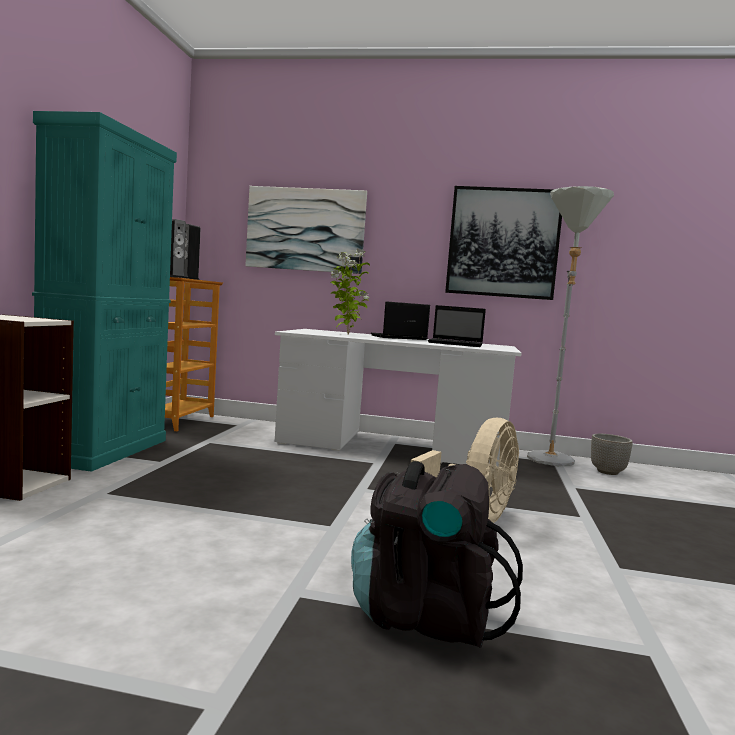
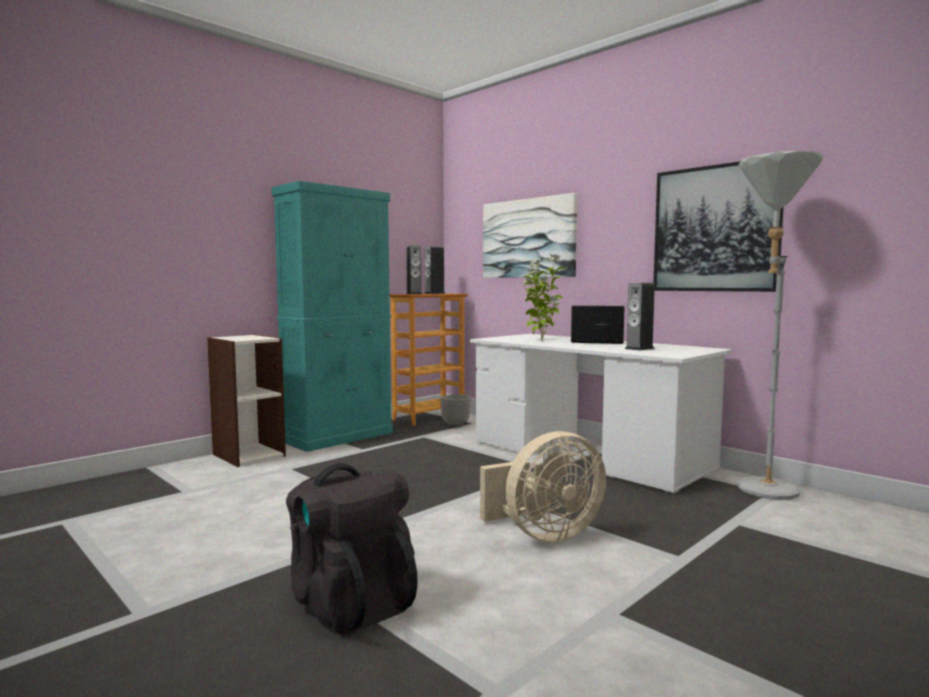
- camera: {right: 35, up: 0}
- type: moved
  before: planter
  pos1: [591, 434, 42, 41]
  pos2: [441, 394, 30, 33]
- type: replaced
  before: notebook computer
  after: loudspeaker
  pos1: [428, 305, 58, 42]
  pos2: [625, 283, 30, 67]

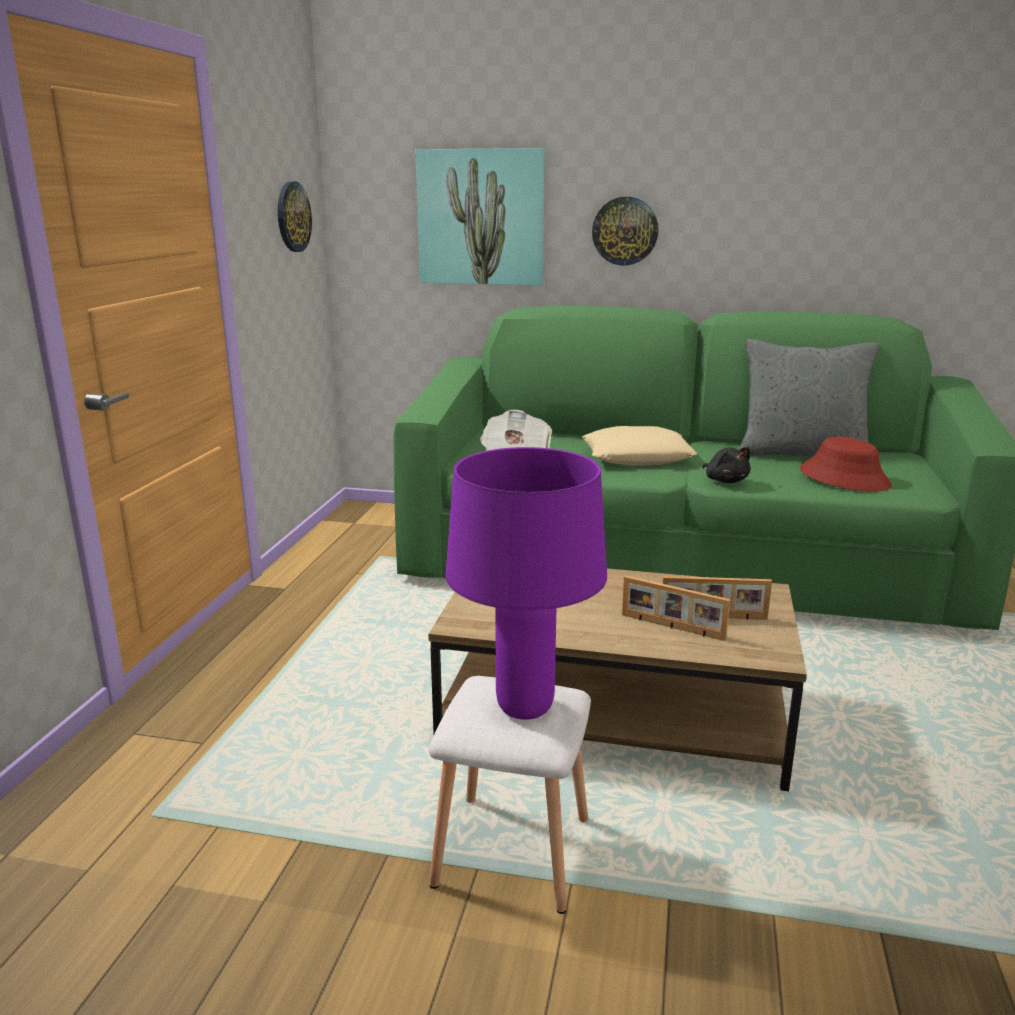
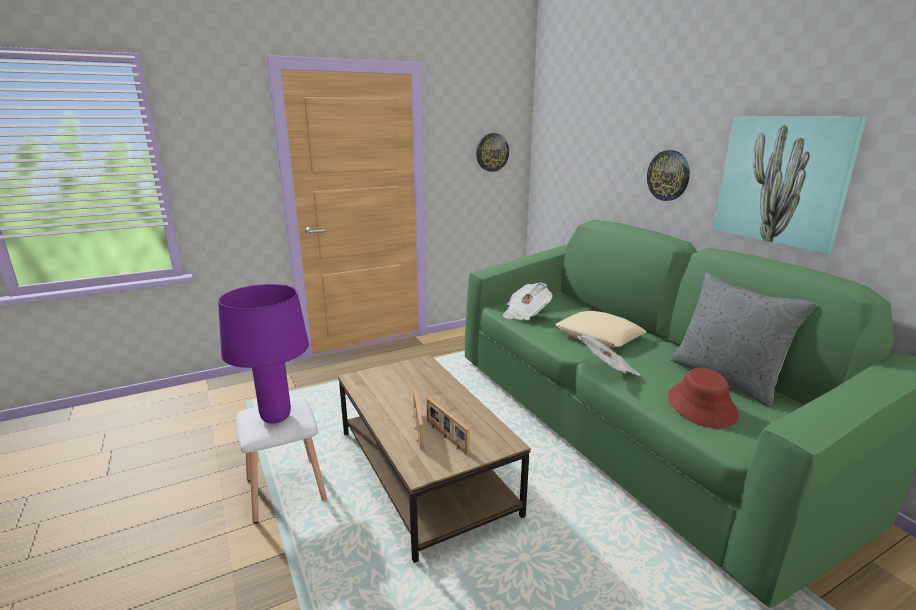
- camera: {right: 50, up: 0}
- type: moved
  before: wall art
  pos1: [415, 148, 130, 137]
  pos2: [714, 116, 153, 138]
- type: replaced
  before: blackish plush toy
  after: daily paper
  pos1: [702, 447, 49, 36]
  pos2: [577, 335, 63, 40]

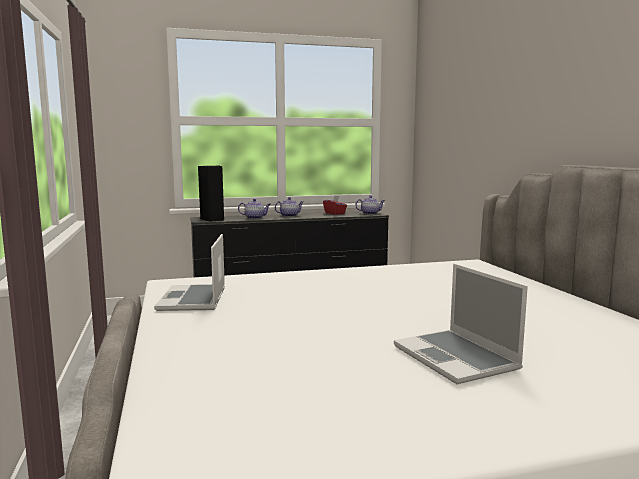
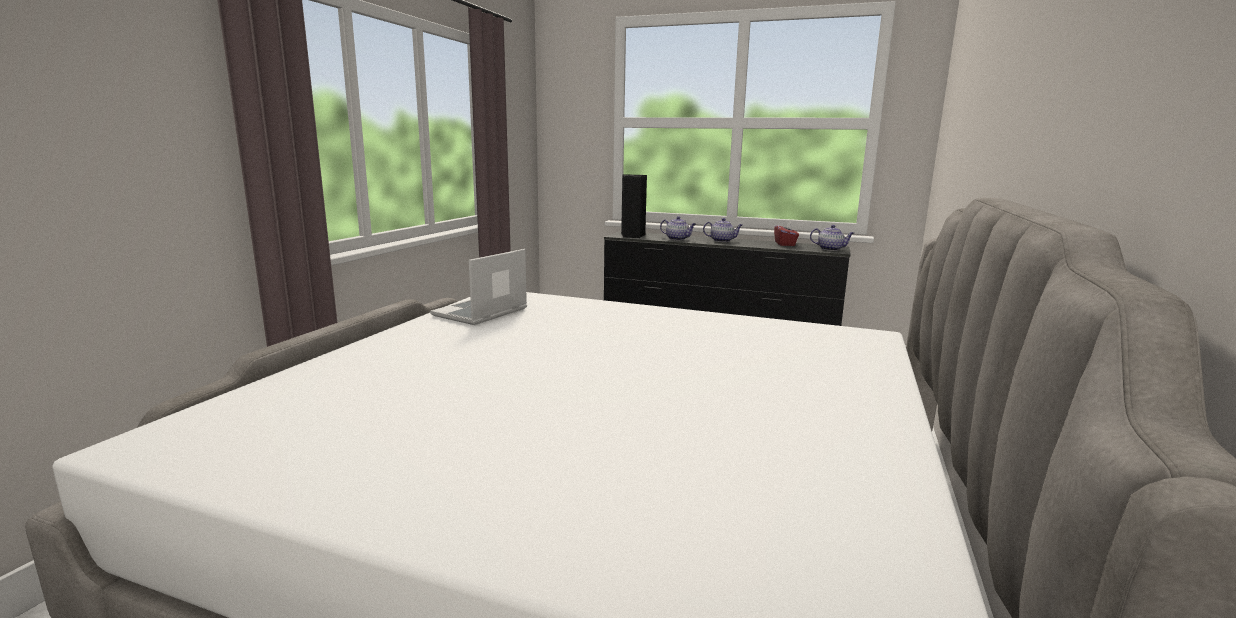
- camera: {right: 35, up: 5}
- type: removed
  before: notebook computer
  pos1: [394, 264, 134, 120]

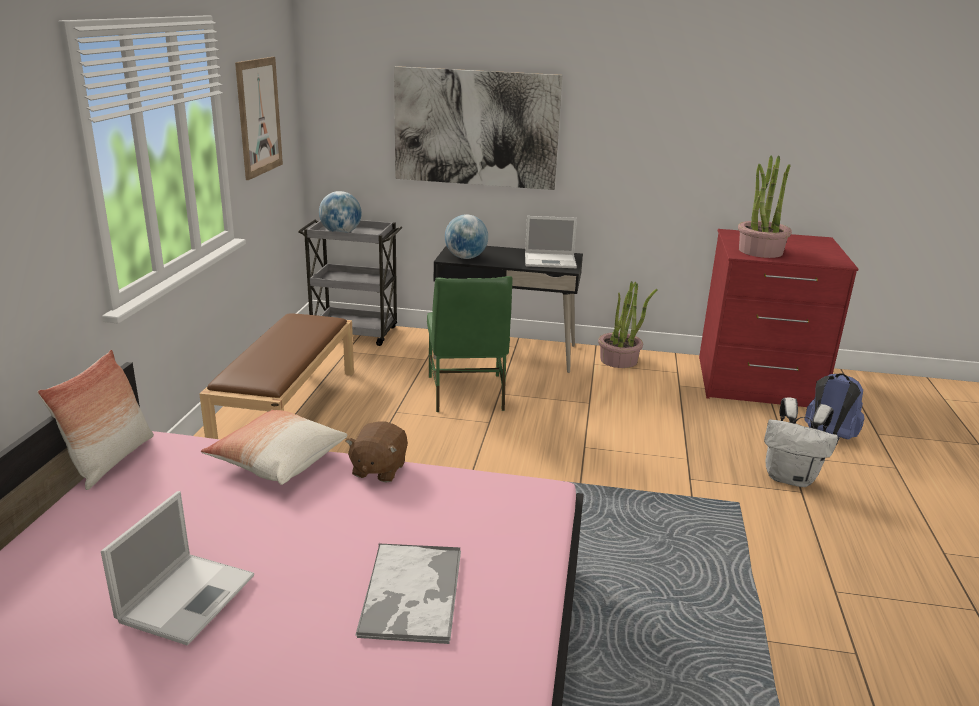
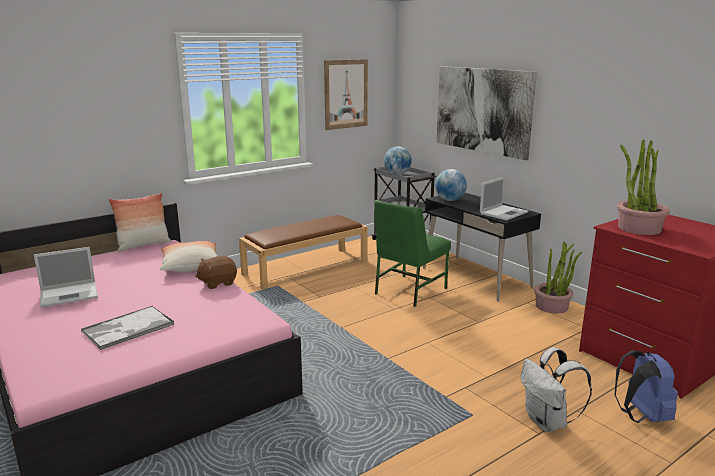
- camera: {right: 45, up: -5}
- type: turned
  before: notebook computer
  pos1: [525, 216, 52, 52]
  pos2: [480, 177, 48, 43]
  turn: -90

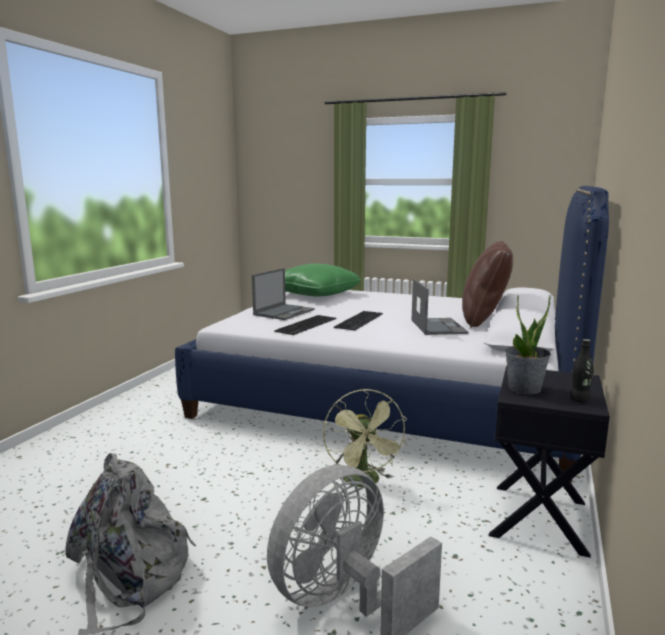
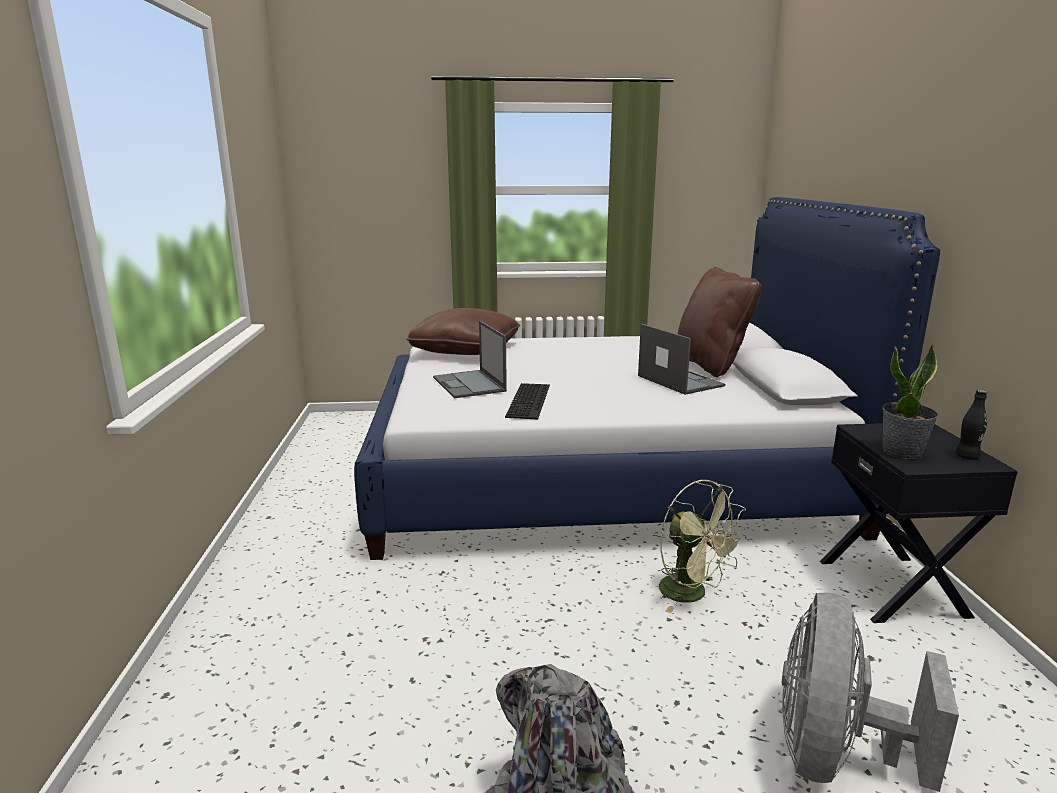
- camera: {right: -25, up: 5}
- type: removed
  before: PC keyboard
  pos1: [334, 311, 49, 19]
- type: recoloured
  before: green-coloured throw pillow
  after: brown throw pillow
  pos1: [285, 264, 76, 33]
  pos2: [406, 308, 114, 47]
- type: turned
  before: notebook computer
  pos1: [252, 268, 63, 52]
  pos2: [433, 321, 74, 77]
  turn: 150

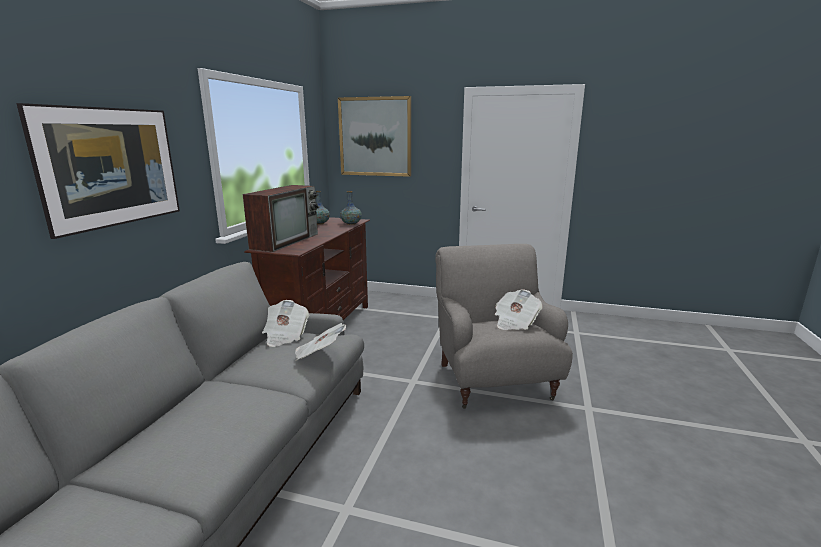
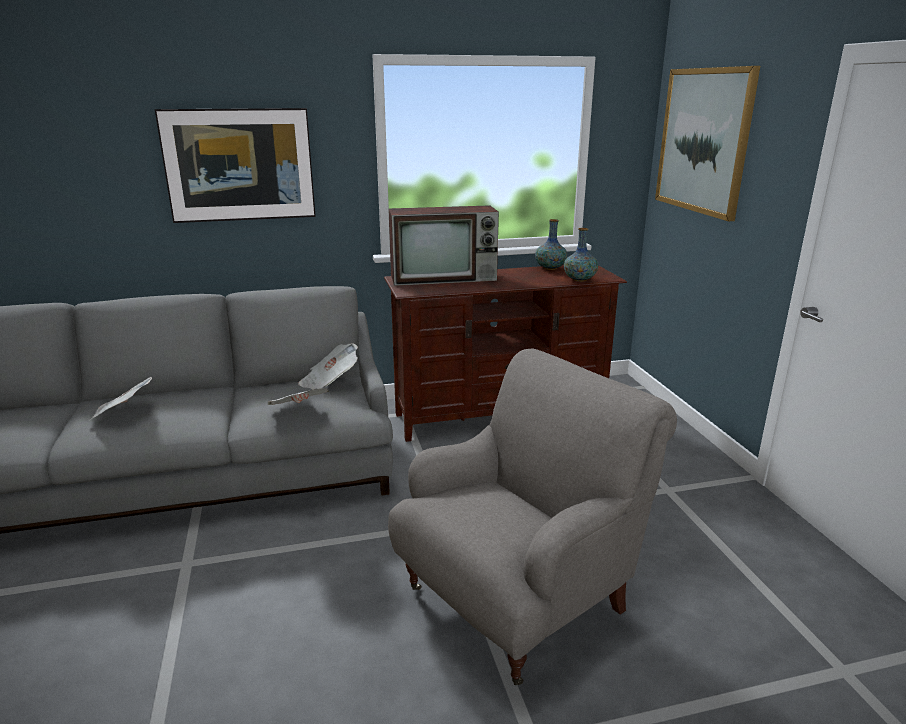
- camera: {right: 60, up: 5}
- type: moved
  before: daily paper
  pos1: [495, 289, 48, 41]
  pos2: [90, 377, 62, 43]

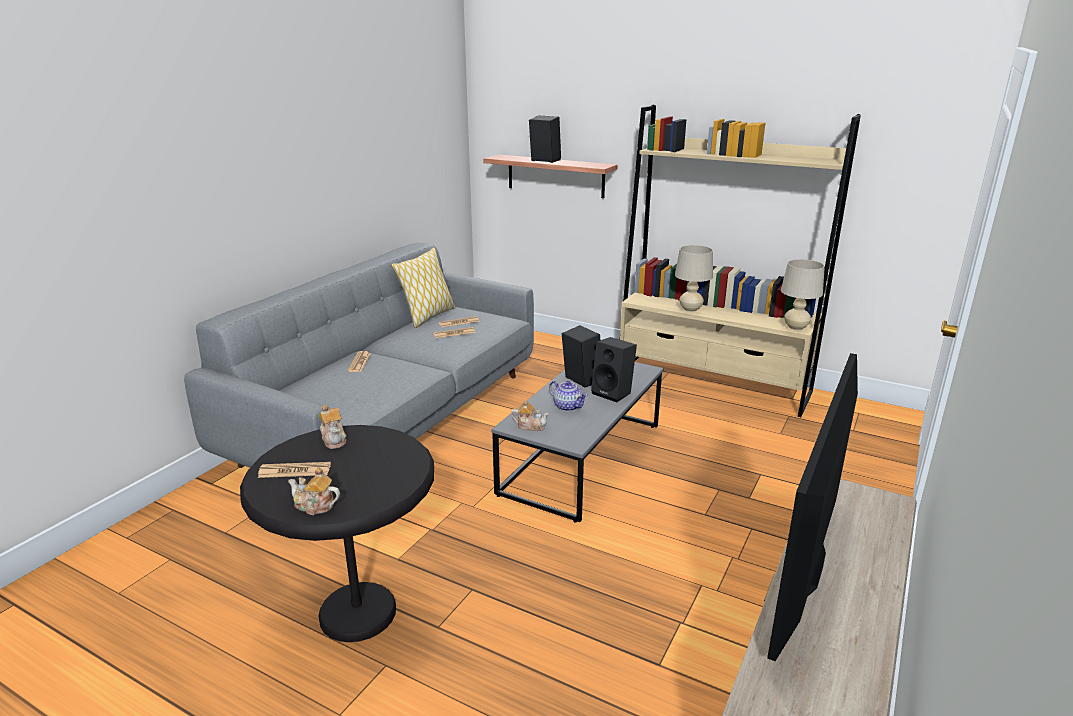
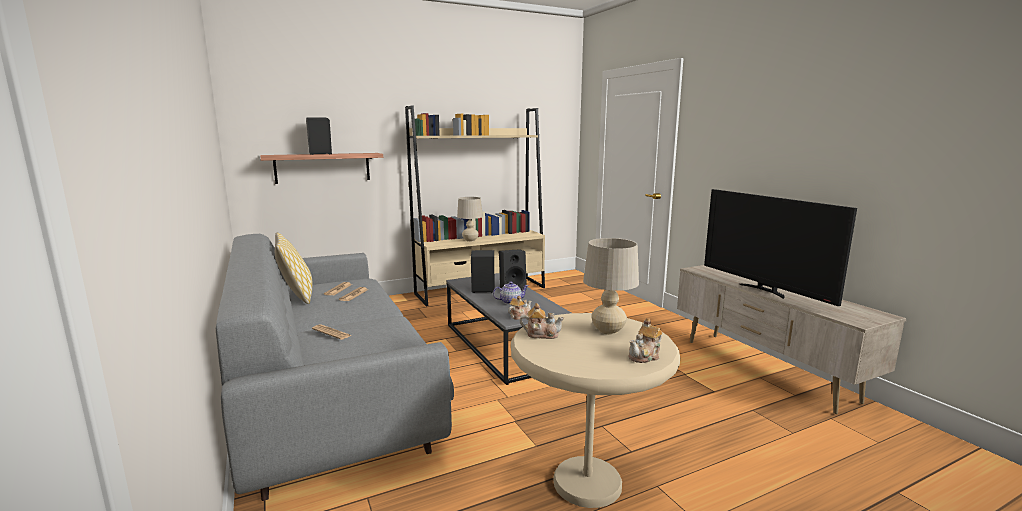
- camera: {right: -55, up: -10}
- type: removed
  before: daily paper
  pos1: [258, 462, 73, 16]
- type: moved
  before: sand-coloured tabletop lamp
  pos1: [781, 259, 44, 71]
  pos2: [583, 238, 56, 97]
- type: recoloured
  before: blackish end table
  after: sand-coloured end table
  pos1: [240, 425, 194, 217]
  pos2: [511, 313, 169, 195]

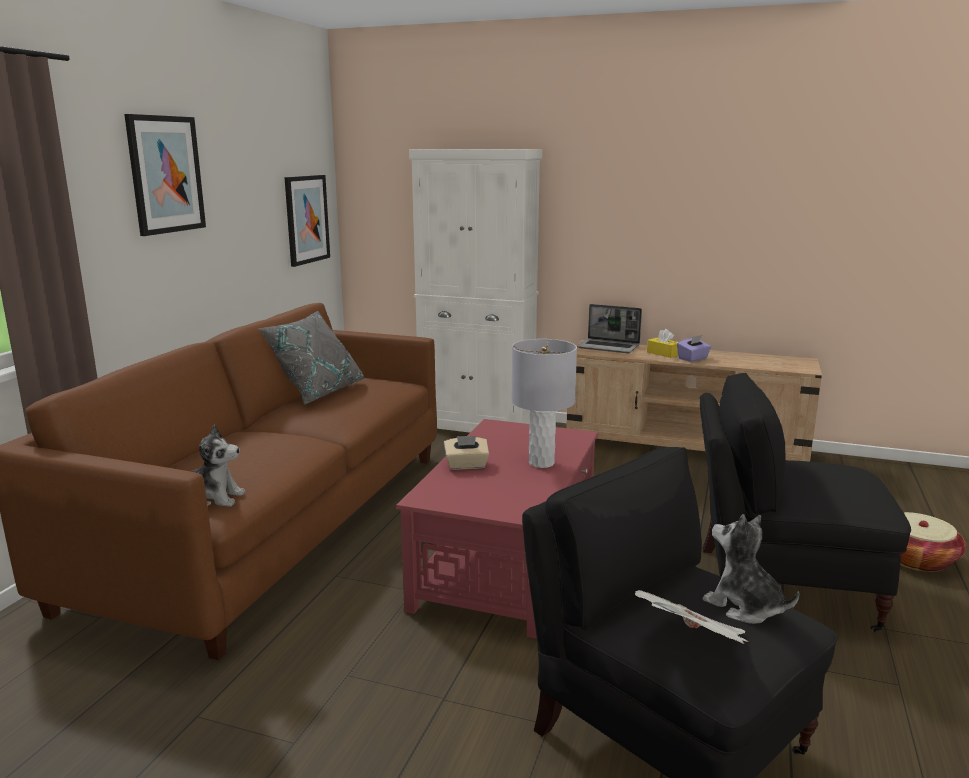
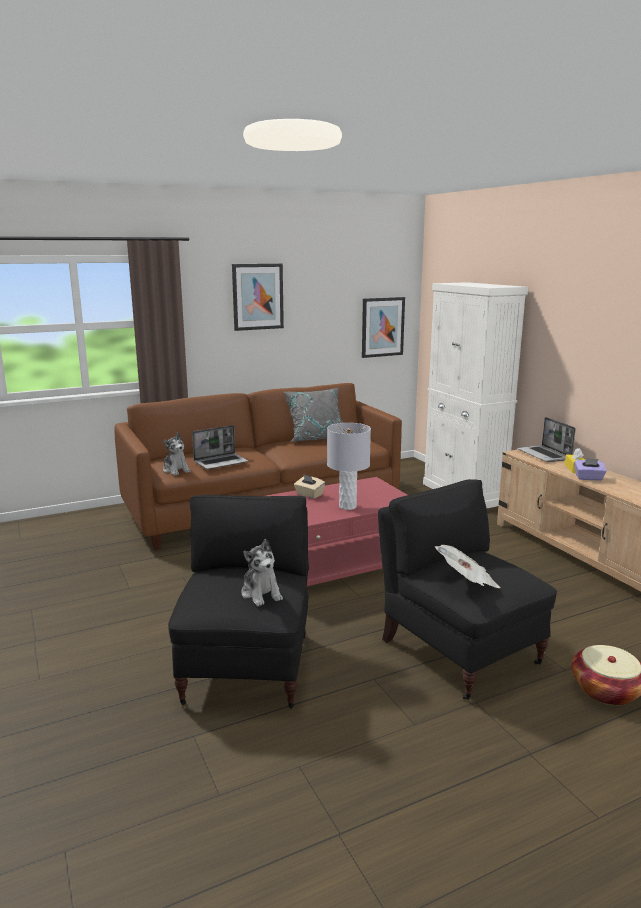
- camera: {right: 45, up: 0}
- type: added
  after: notebook computer
  pos2: [192, 425, 56, 45]
- type: moved
  before: daily paper
  pos1: [635, 590, 112, 54]
  pos2: [435, 545, 66, 43]
- type: turned
  before: plush toy
  pos1: [703, 514, 97, 110]
  pos2: [241, 539, 42, 67]
  turn: 150

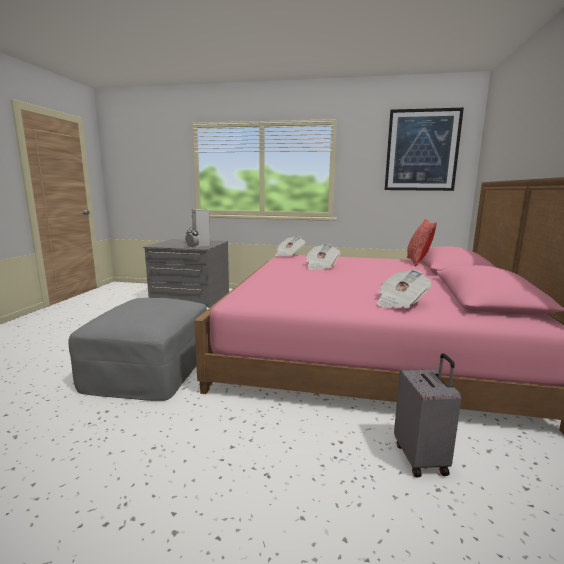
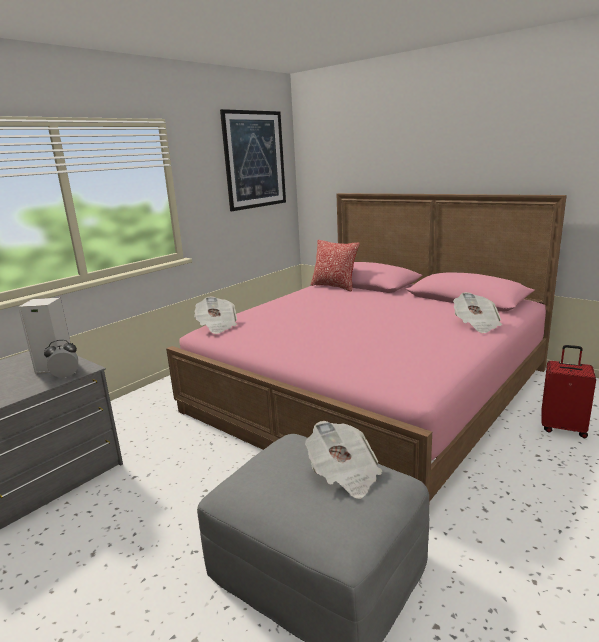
- camera: {right: -60, up: 5}
- type: moved
  before: daily paper
  pos1: [306, 244, 35, 26]
  pos2: [305, 421, 77, 78]
- type: recoloured
  before: grey piece of luggage
  after: red piece of luggage
  pos1: [394, 353, 67, 124]
  pos2: [541, 345, 55, 93]

